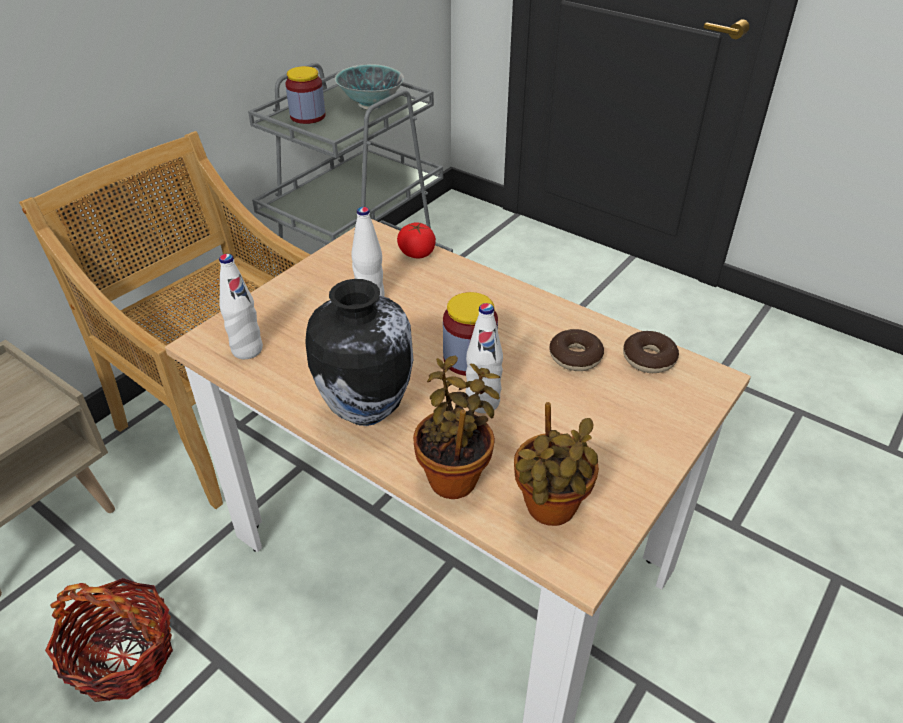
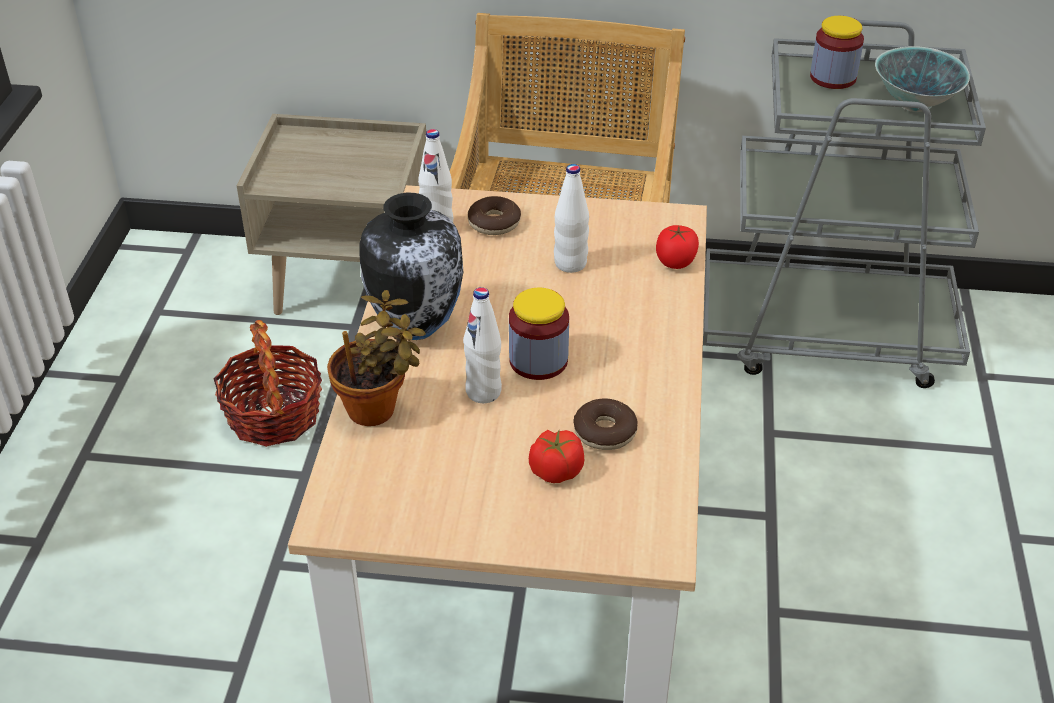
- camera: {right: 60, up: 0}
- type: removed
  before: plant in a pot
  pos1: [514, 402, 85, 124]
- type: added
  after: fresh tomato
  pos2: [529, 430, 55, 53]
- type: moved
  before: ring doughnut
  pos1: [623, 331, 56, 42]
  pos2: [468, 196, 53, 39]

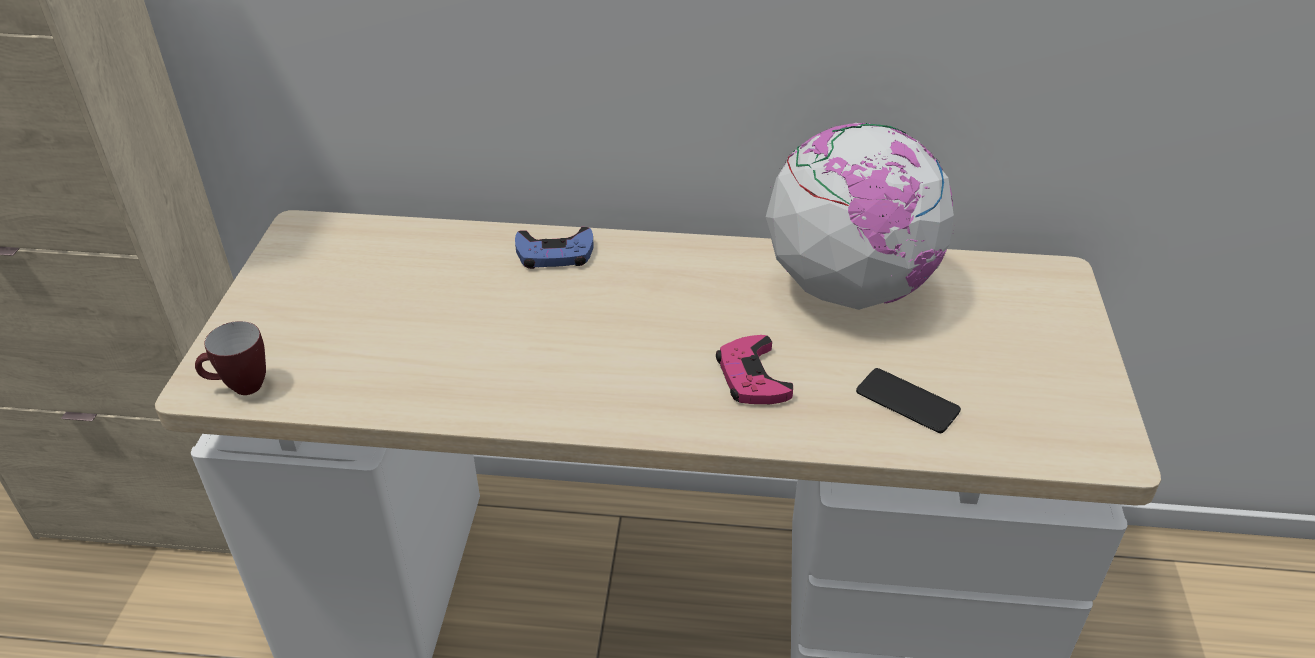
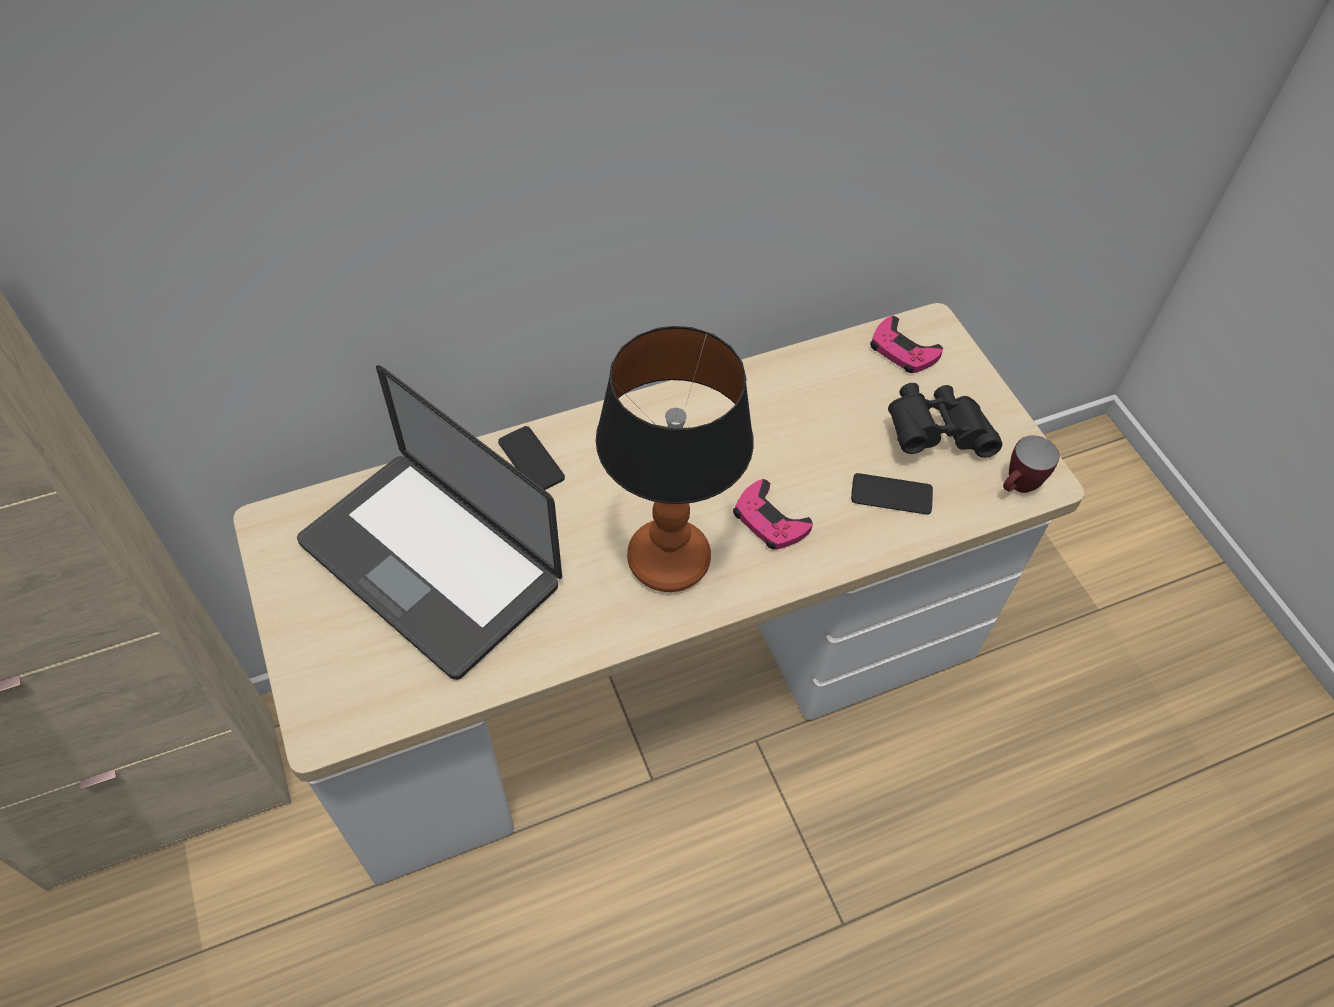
- camera: {right: -30, up: 15}
- type: removed
  before: world globe
  pos1: [766, 123, 189, 187]
- type: added
  after: notebook computer
  pos2: [297, 365, 265, 315]
- type: added
  after: tabletop lamp
  pos2: [596, 326, 158, 266]
- type: added
  after: pink-coloured game controller
  pos2: [870, 316, 73, 57]
- type: added
  after: blackish binoculars
  pos2: [888, 383, 114, 75]
- type: moved
  before: mug
  pos1: [195, 321, 71, 74]
  pos2: [1003, 435, 56, 58]
- type: replaced
  before: blue game controller
  after: phone
  pos1: [515, 227, 78, 42]
  pos2: [498, 426, 67, 64]

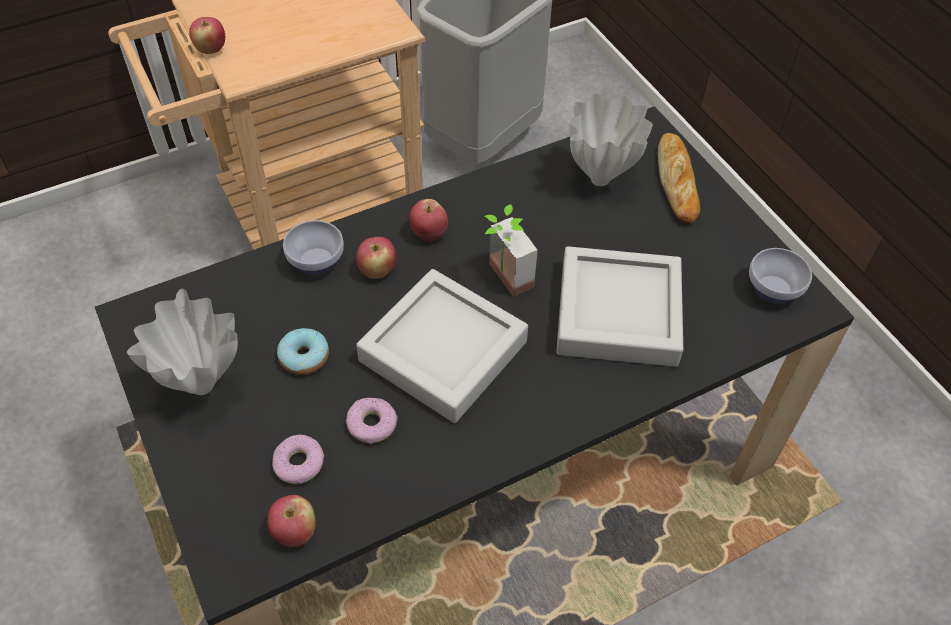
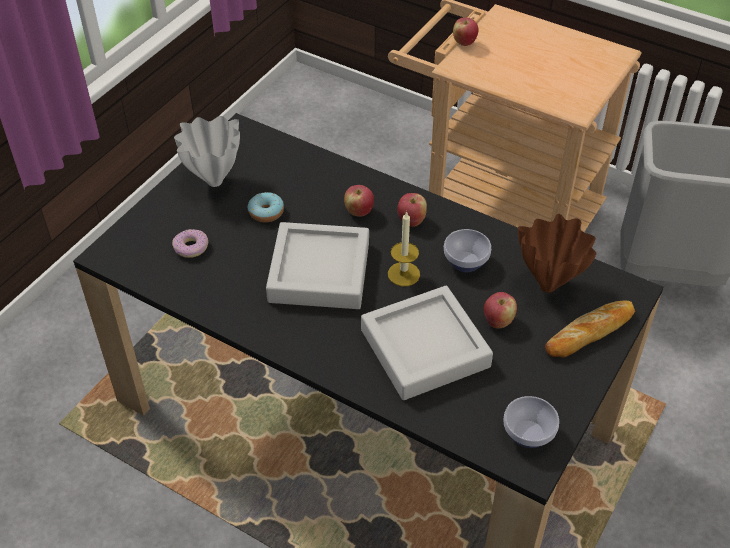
- camera: {right: 60, up: -5}
- type: removed
  before: ring doughnut
  pos1: [346, 398, 52, 46]
- type: moved
  before: whole apple
  pos1: [267, 495, 49, 52]
  pos2: [484, 292, 33, 37]
- type: moved
  before: deep dish
  pos1: [283, 220, 61, 55]
  pos2: [444, 229, 47, 43]
- type: replaced
  before: plant in a pot
  after: candle
  pos1: [485, 204, 53, 93]
  pos2: [388, 211, 32, 75]
- type: recoloured
  before: white vase
  after: brown vase
  pos1: [569, 93, 84, 93]
  pos2: [518, 214, 78, 79]

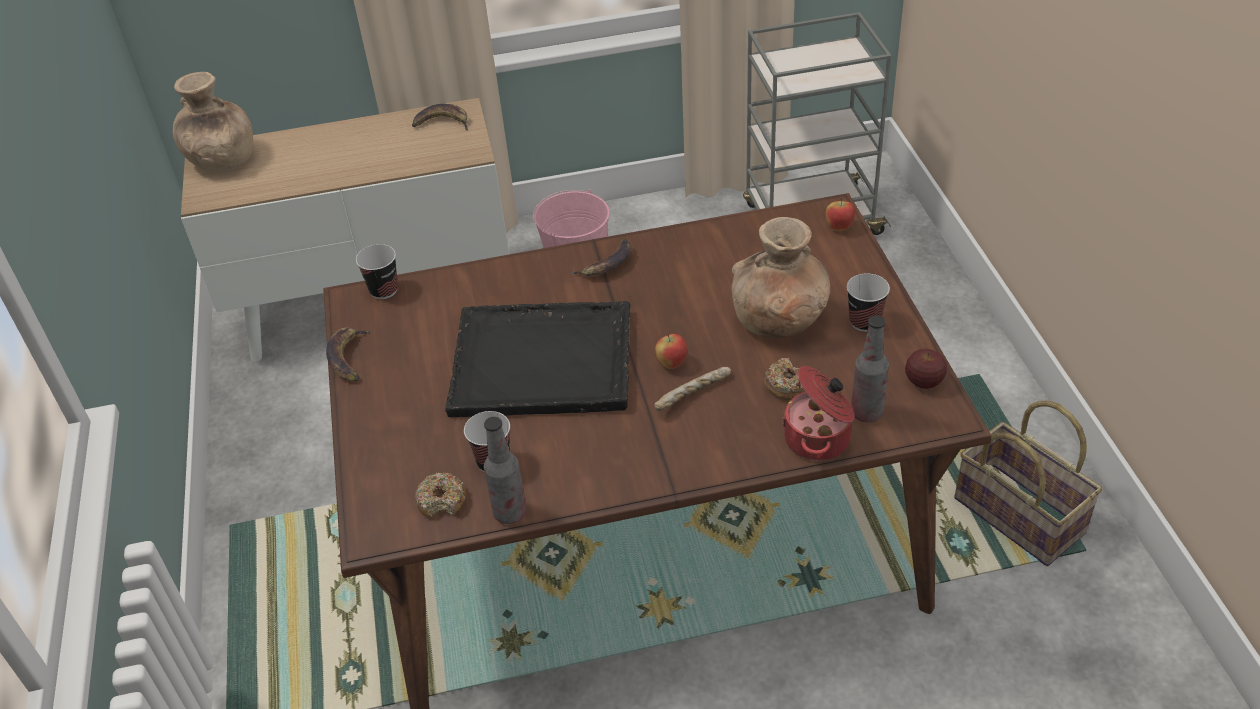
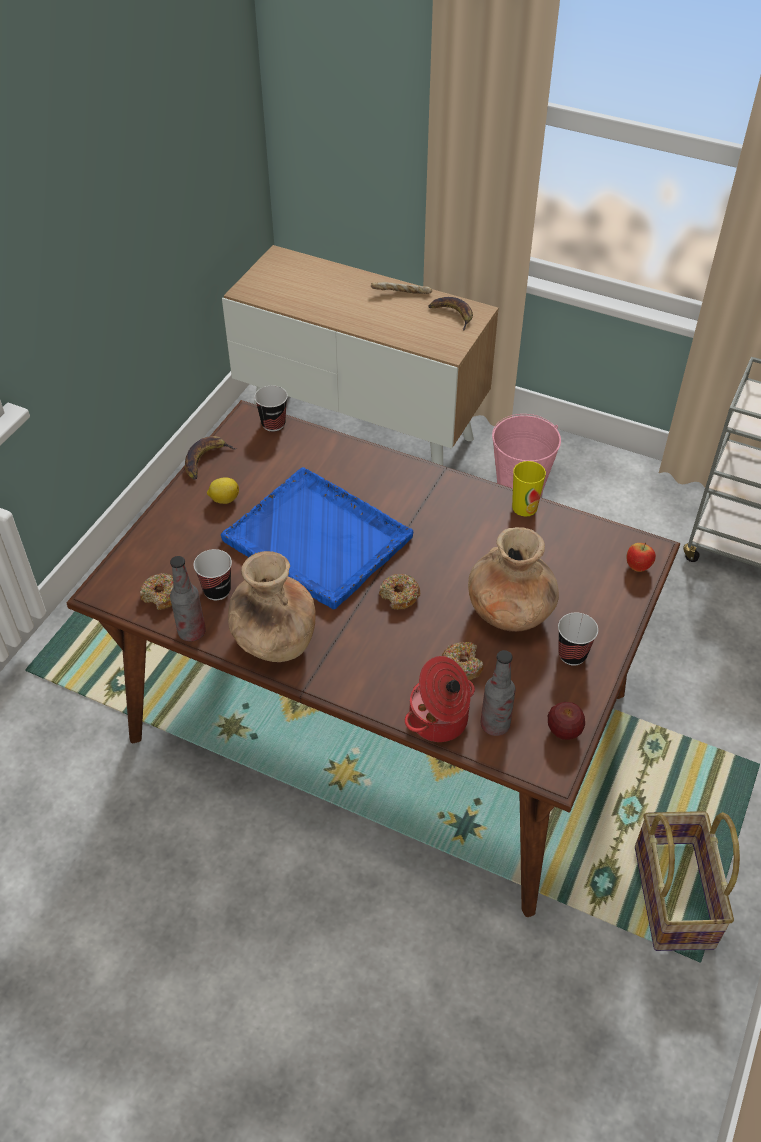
- camera: {right: 35, up: 5}
- type: removed
  before: banana
  pos1: [570, 239, 62, 37]
- type: added
  after: citrus fruit
  pos2: [207, 477, 32, 27]
- type: added
  after: small cup
  pos2: [512, 461, 34, 55]
- type: moved
  before: brown vase
  pos1: [173, 72, 80, 100]
  pos2: [228, 551, 88, 111]
- type: moved
  before: bakery bread
  pos1: [654, 367, 77, 44]
  pos2: [371, 282, 62, 12]
- type: replaced
  before: whole apple
  after: ring doughnut
  pos1: [655, 334, 32, 35]
  pos2: [379, 574, 41, 36]
- type: recoloured
  before: blackish carrying tray
  after: blue carrying tray
  pos1: [445, 301, 186, 116]
  pos2: [221, 467, 192, 142]

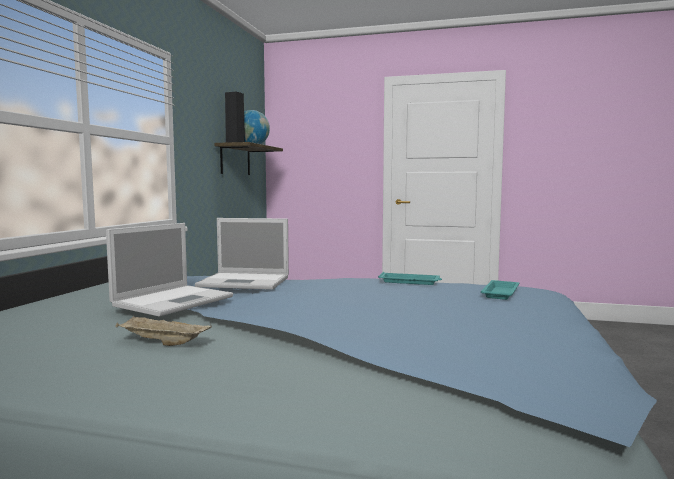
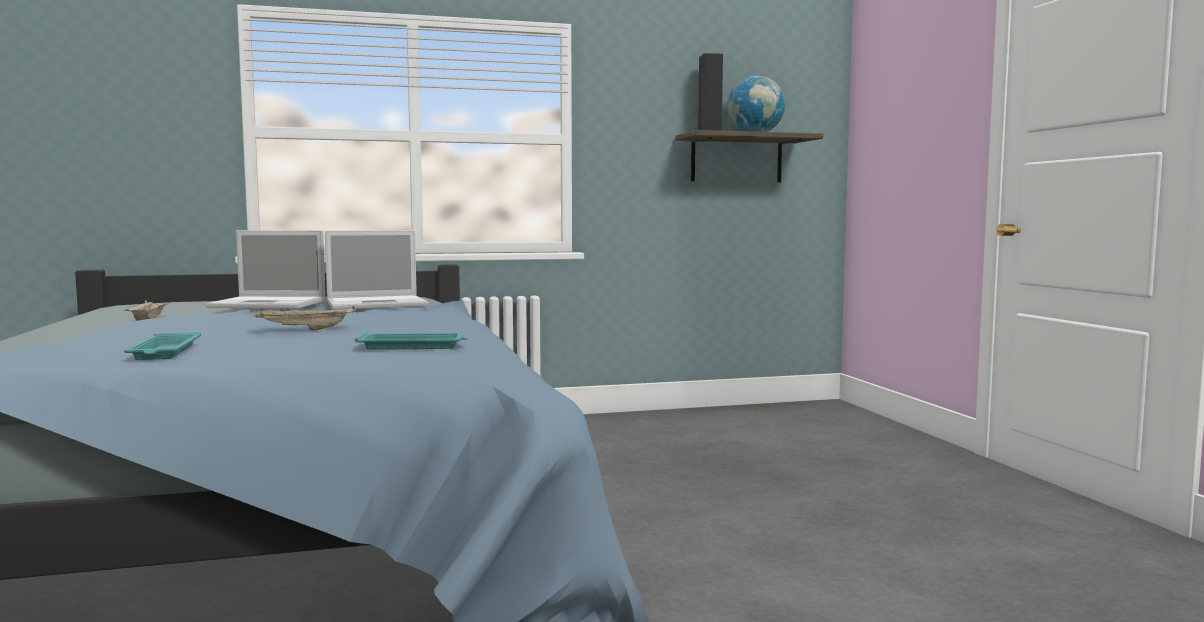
- camera: {right: 60, up: 0}
- type: added
  after: sand-coloured carrying tray
  pos2: [253, 306, 103, 24]
- type: moved
  before: turquoise carrying tray
  pos1: [378, 272, 64, 13]
  pos2: [124, 332, 77, 28]
- type: turned
  before: notebook computer
  pos1: [195, 218, 94, 72]
  pos2: [325, 230, 103, 80]
  turn: -90

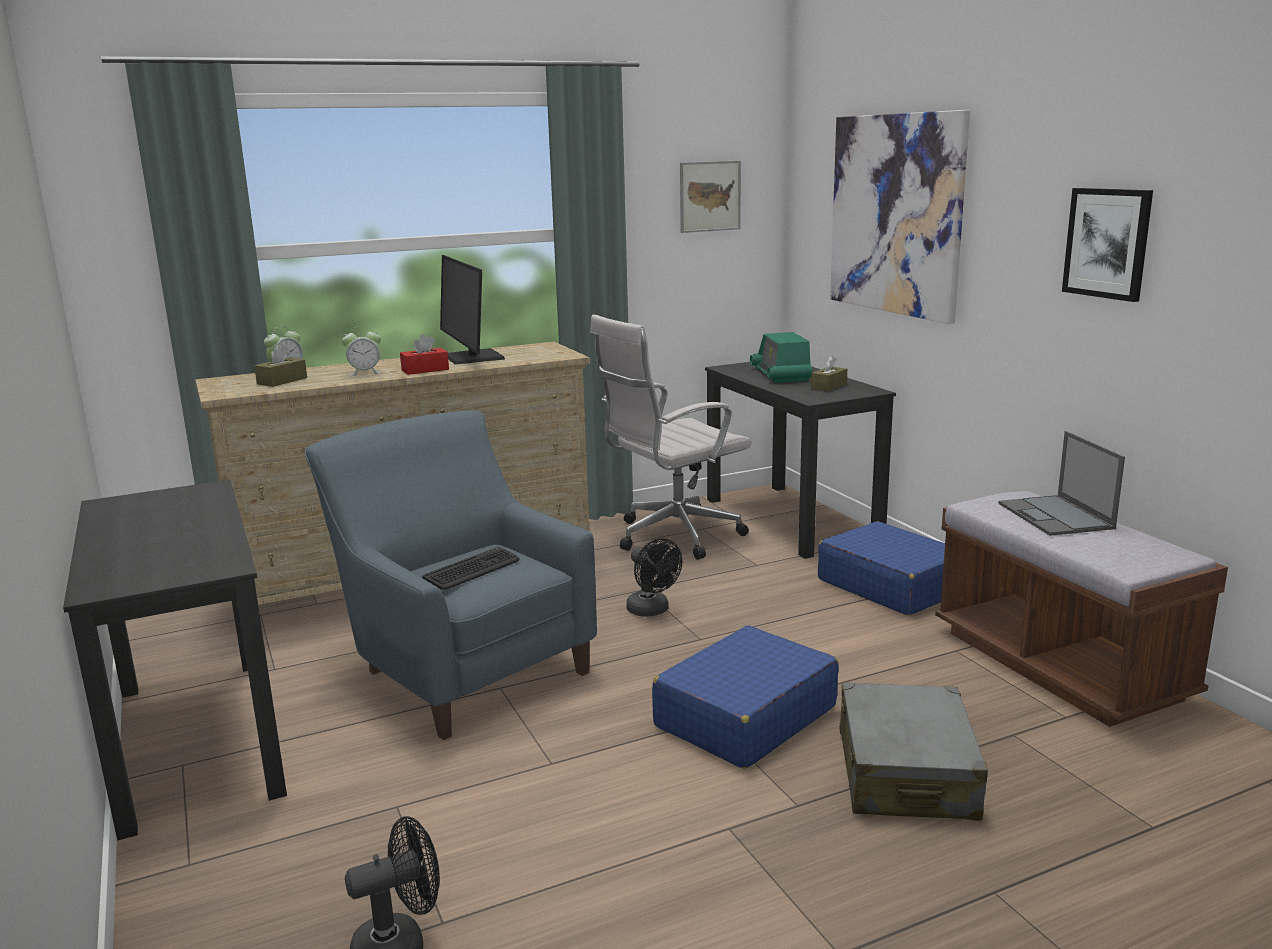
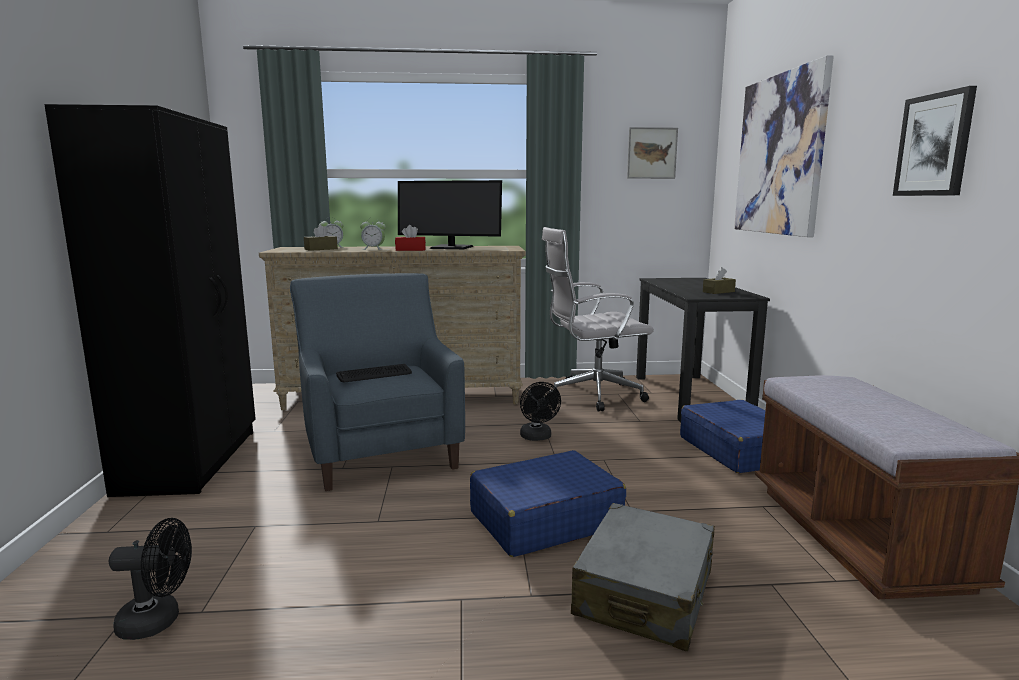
- camera: {right: 20, up: -5}
- type: removed
  before: radio
  pos1: [750, 332, 62, 51]
- type: removed
  before: notebook computer
  pos1: [999, 431, 126, 105]
- type: replaced
  before: blackish desk unit
  after: blackish armoire
  pos1: [63, 480, 224, 361]
  pos2: [44, 104, 212, 393]
- type: turned
  before: computer display
  pos1: [440, 255, 65, 110]
  pos2: [398, 180, 104, 69]
  turn: -75

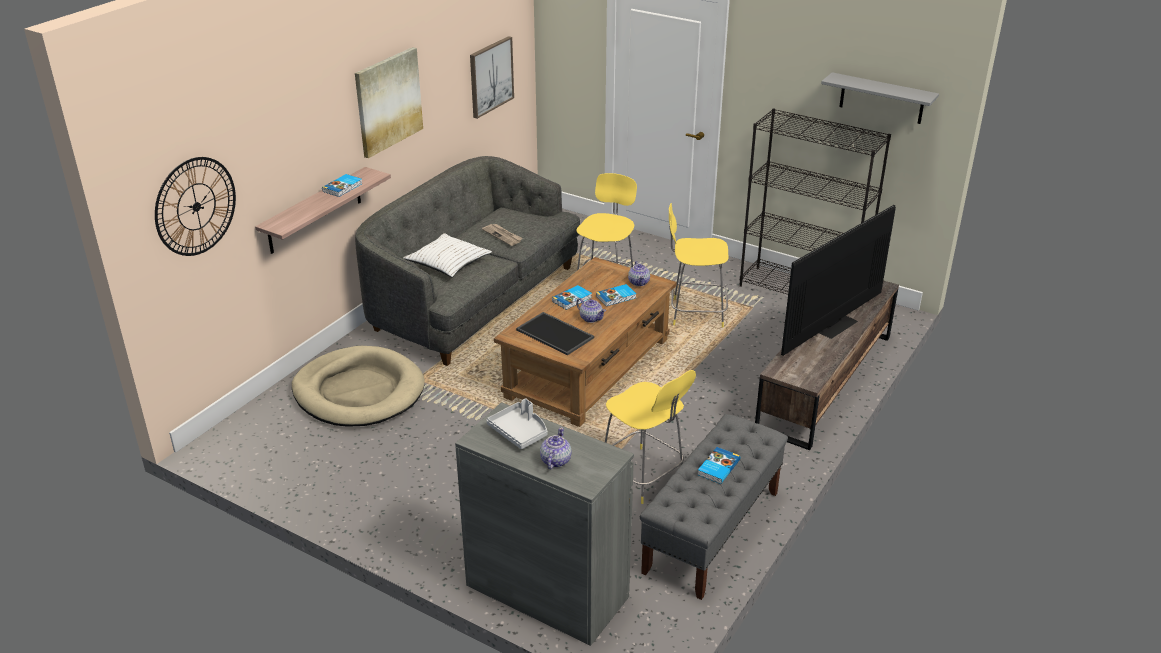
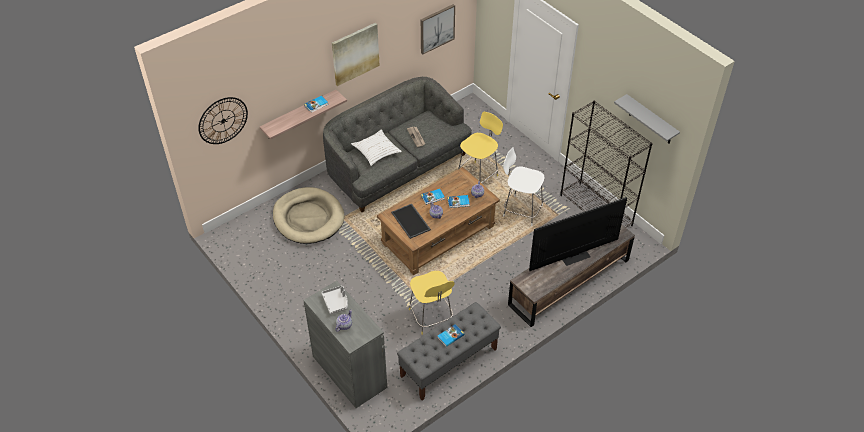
- camera: {right: 20, up: 15}
- type: recoloured
  before: yellowish stool
  after: white stool
  pos1: [669, 203, 60, 124]
  pos2: [503, 148, 41, 78]

